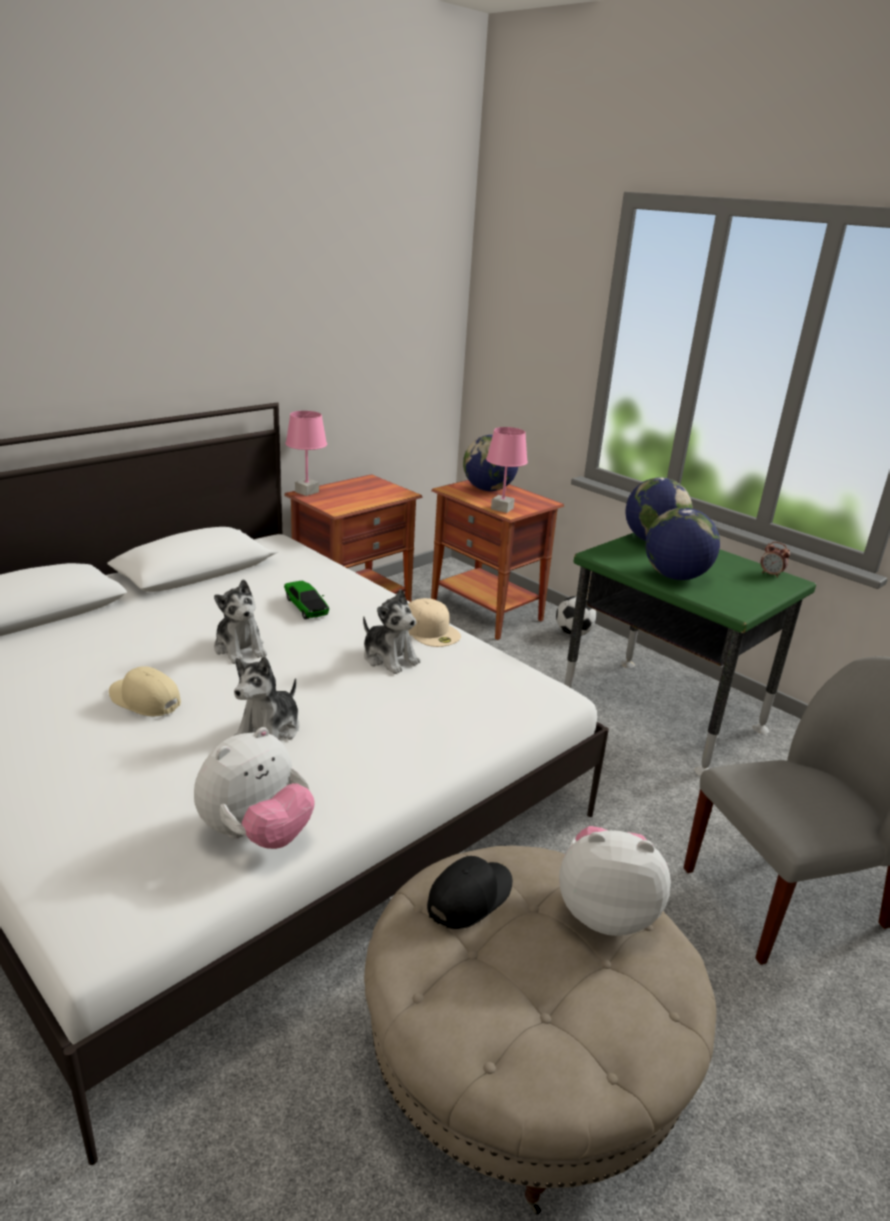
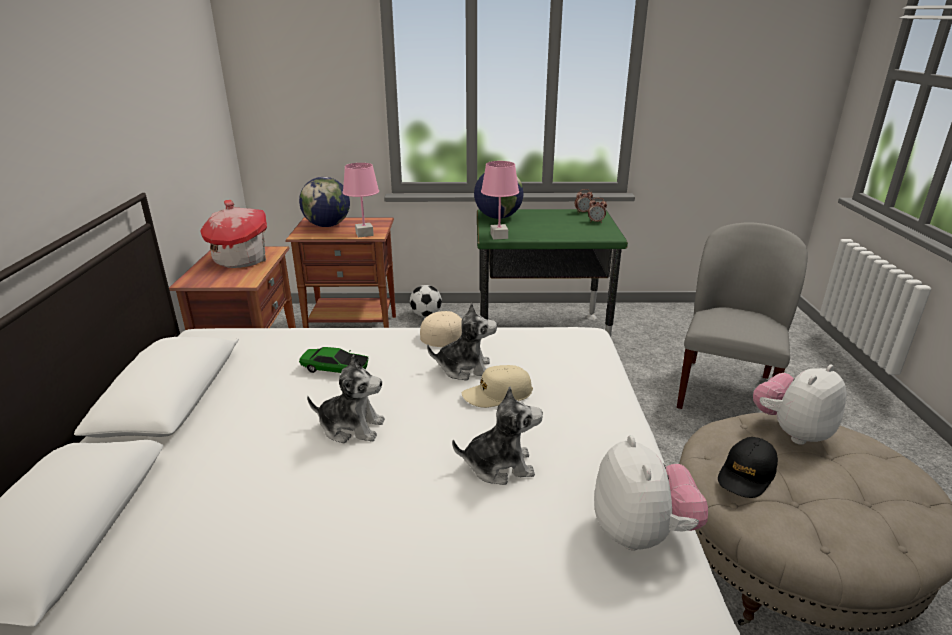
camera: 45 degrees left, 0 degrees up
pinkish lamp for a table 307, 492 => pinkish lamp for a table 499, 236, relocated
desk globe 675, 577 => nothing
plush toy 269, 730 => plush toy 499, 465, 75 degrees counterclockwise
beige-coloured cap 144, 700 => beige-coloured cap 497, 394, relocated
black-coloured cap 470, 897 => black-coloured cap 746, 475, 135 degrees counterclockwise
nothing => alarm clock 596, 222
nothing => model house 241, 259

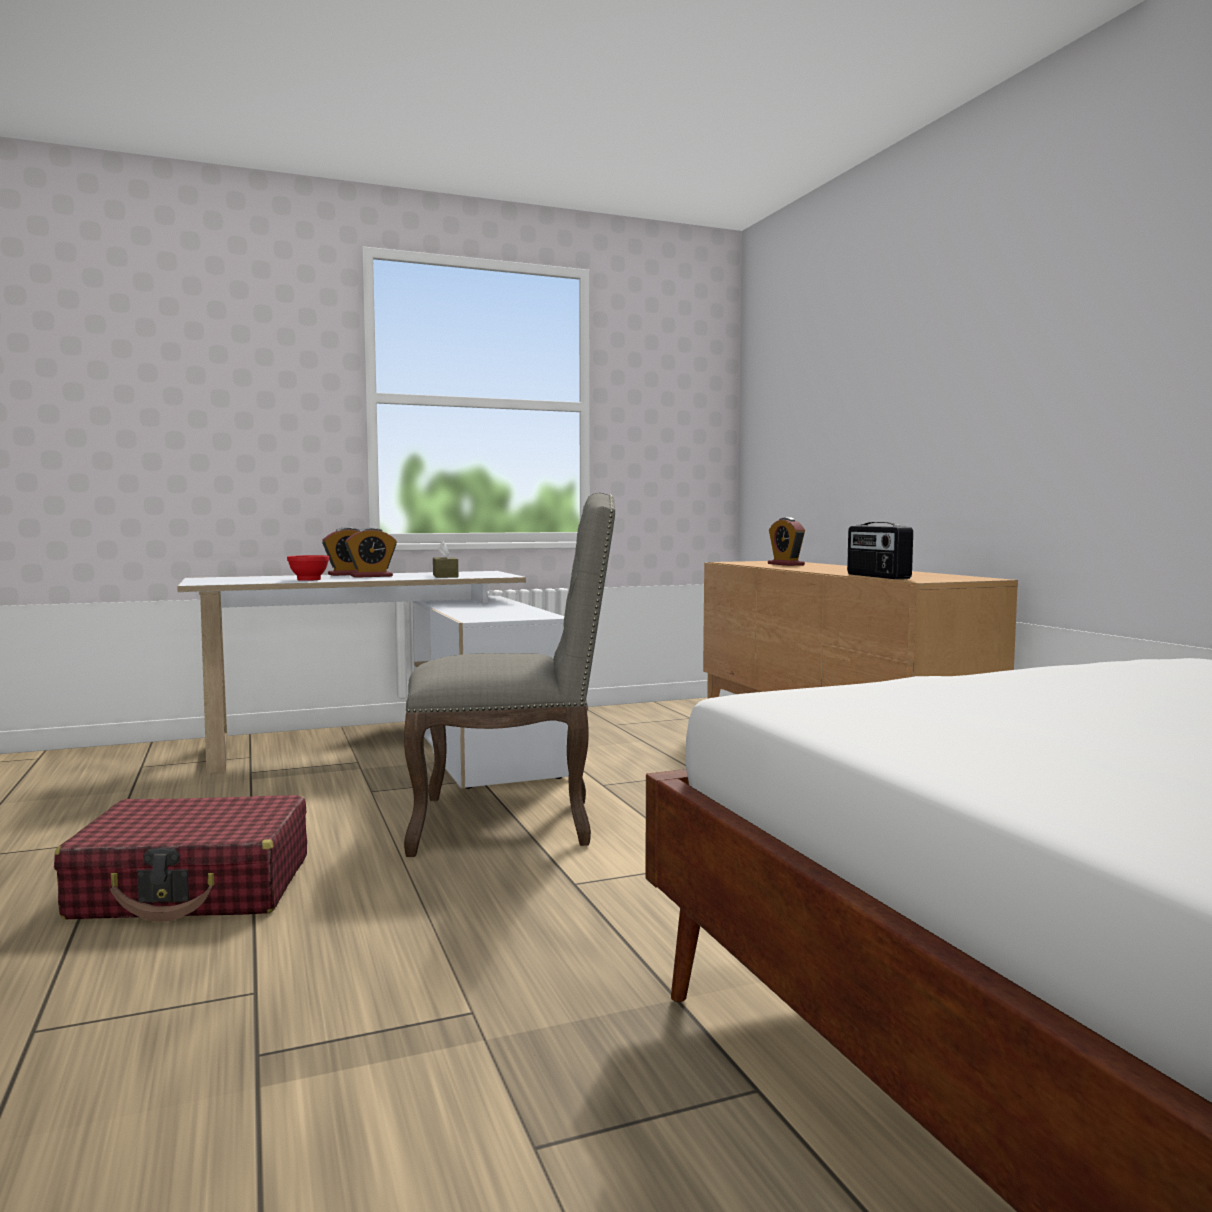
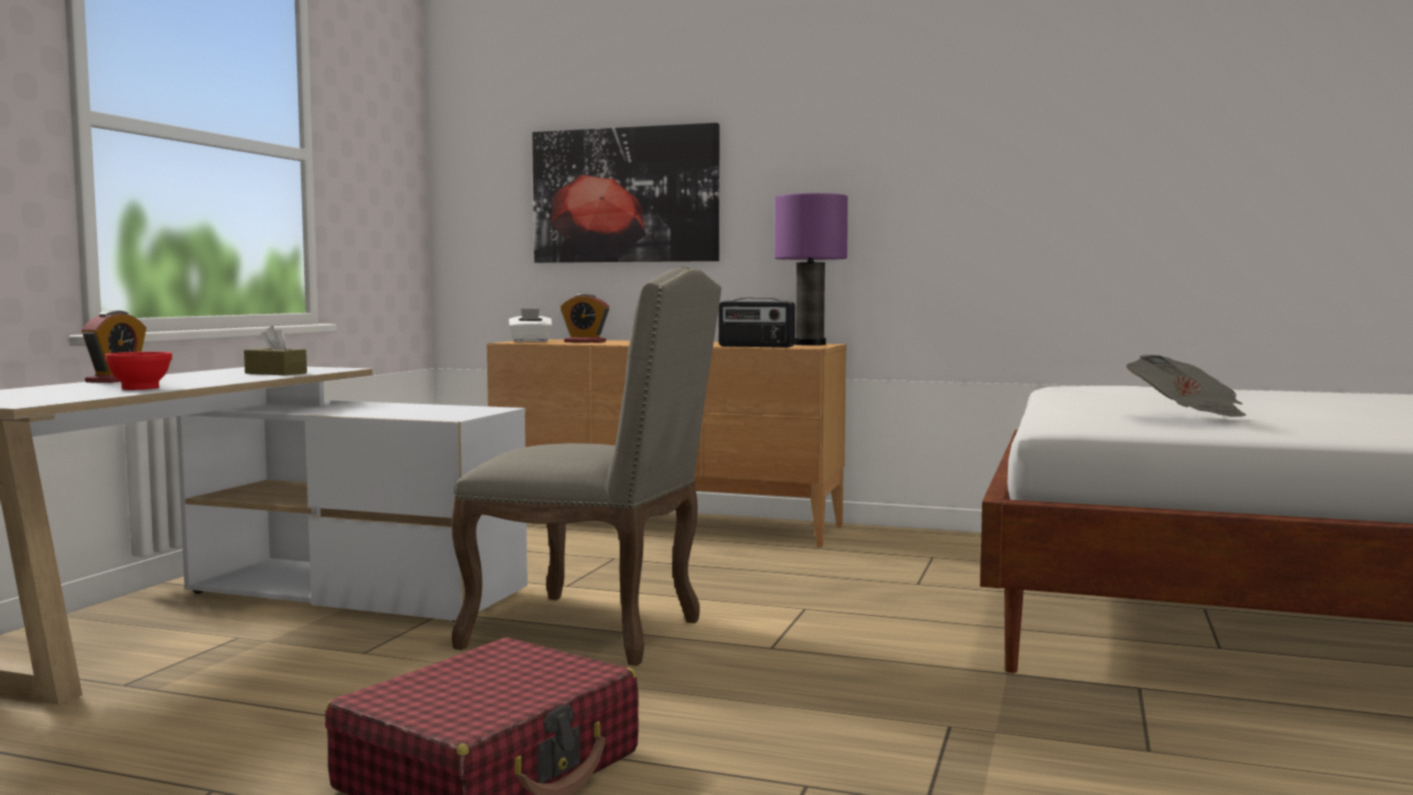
camera: 50 degrees left, 0 degrees up
greyish upright chair 509, 823 => greyish upright chair 591, 632, 75 degrees clockwise
alarm clock 371, 576 => nothing
nothing => picture 625, 195
nothing => purplish lamp for a table 809, 344
nothing => white box of tissues 530, 341
nothing => daily paper 1188, 418

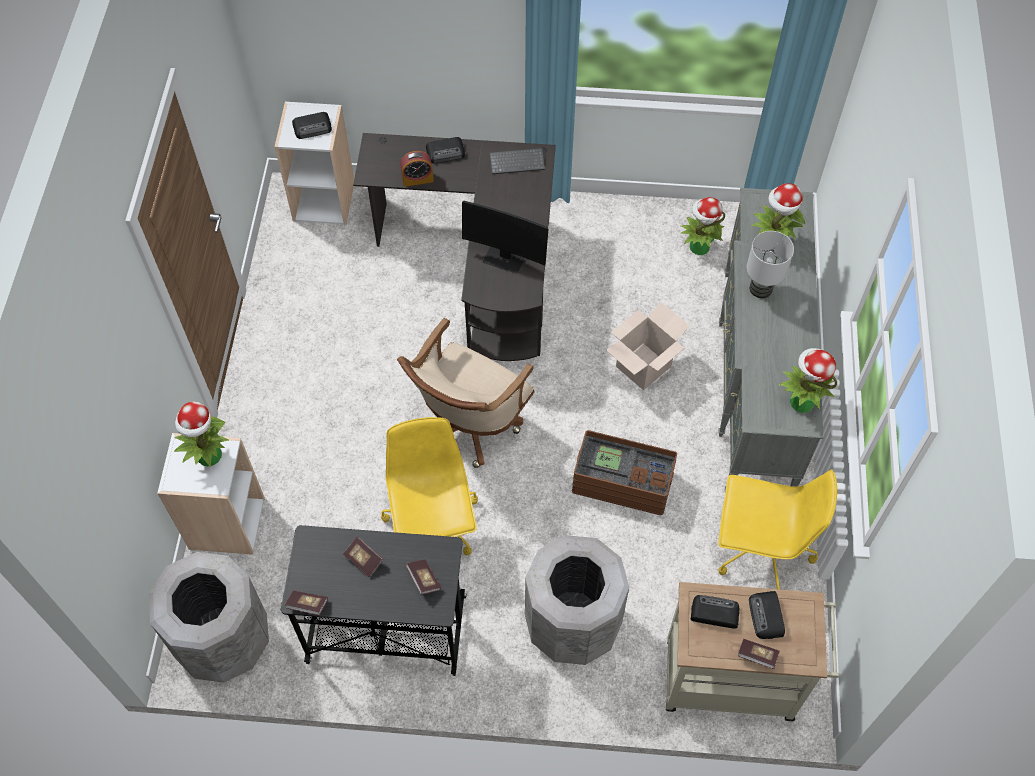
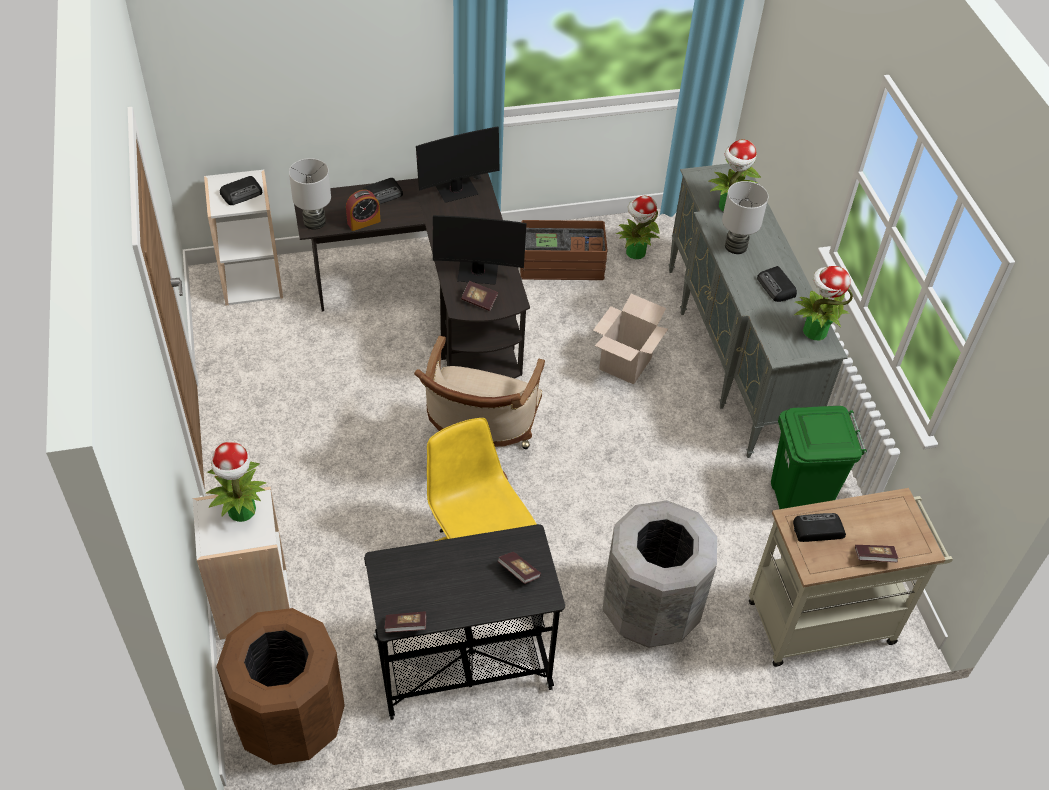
camera: 20 degrees left, 10 degrees down
PC keyboard 517, 161 => computer display 456, 190
brownish storage container 623, 481 => brownish storage container 561, 263, relocated
yellow office chair 758, 552 => green-coloured trash can 799, 501
bound book 364, 560 => bound book 479, 301, relocated
greyish trash can 223, 640 => brownish trash can 290, 721
radio set 766, 617 => radio set 776, 287, relocated
nothing => greyish lamp for a table 315, 222

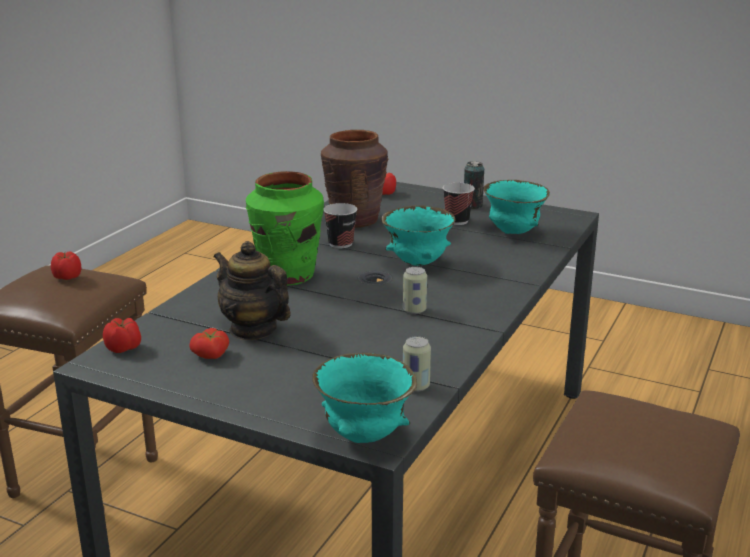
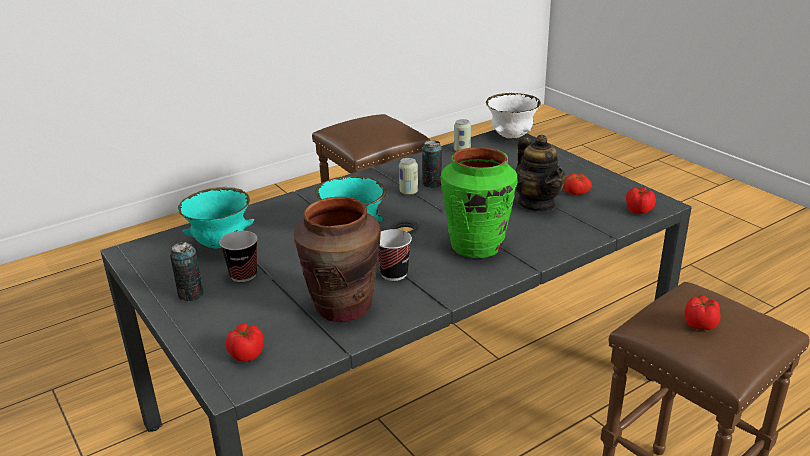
camera: 150 degrees left, 5 degrees up
blue-green bowl 364, 437 => white bowl 511, 137
nothing => can 432, 184

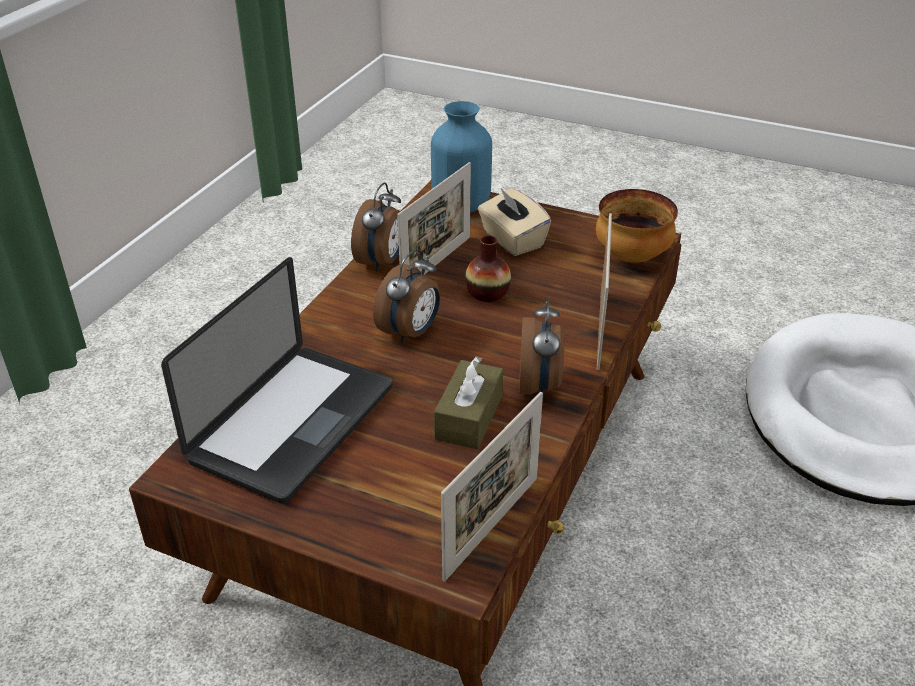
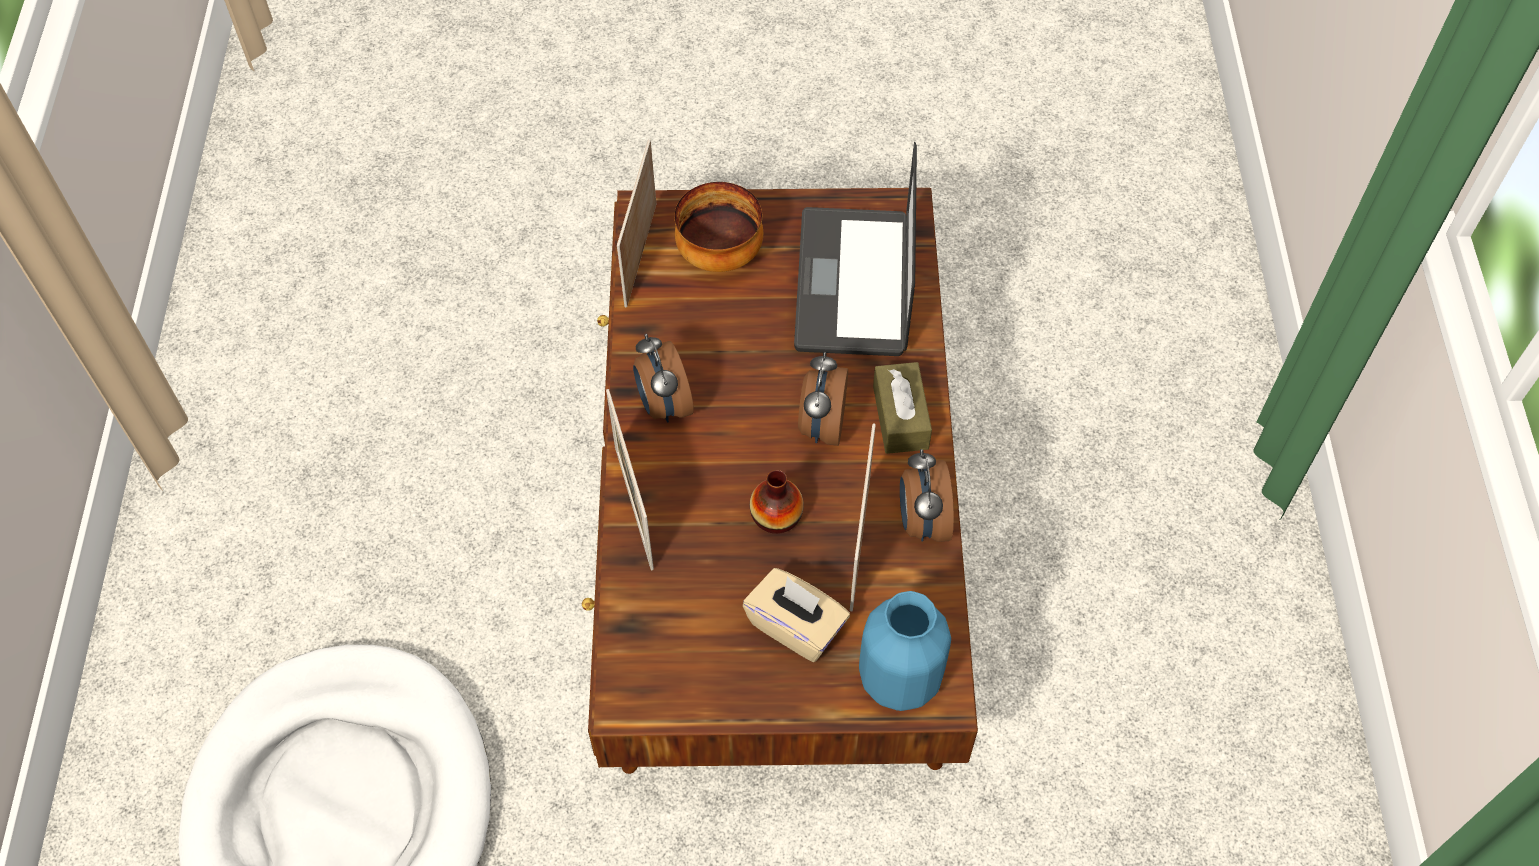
camera: 155 degrees right, 20 degrees up
bowl 630, 257 => bowl 721, 255, relocated
brownish box of tissues 469, 417 => brownish box of tissues 900, 417, relocated

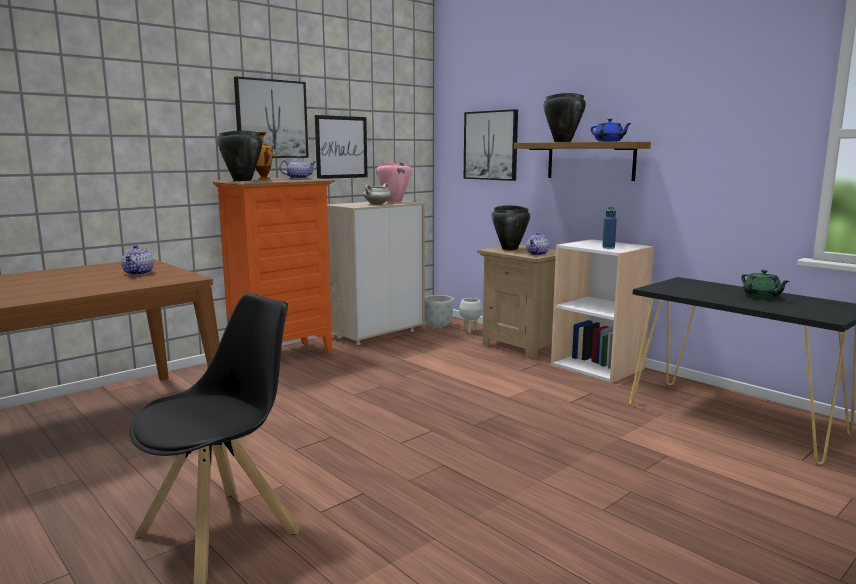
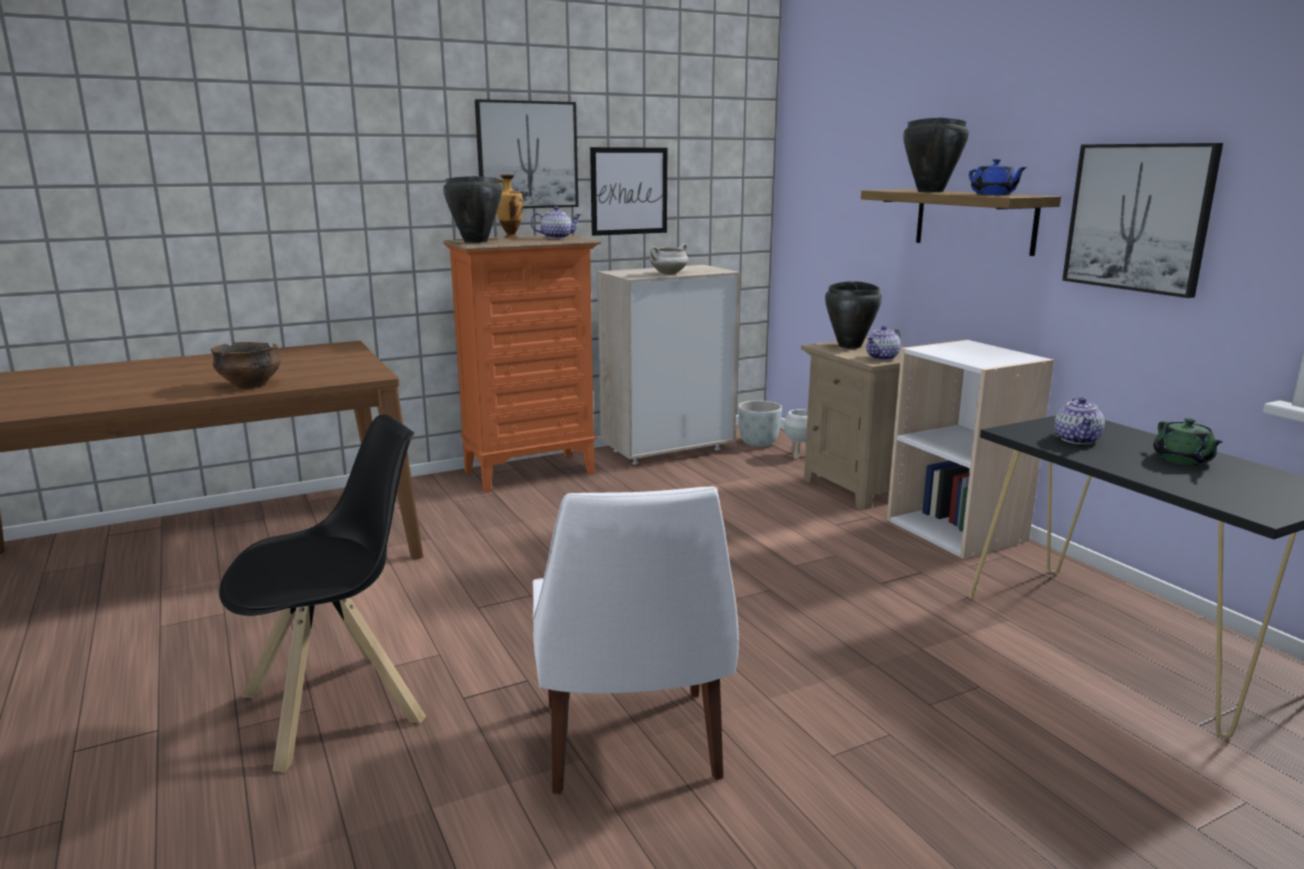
camera: 15 degrees right, 5 degrees up
picture 491, 145 => picture 1139, 217, relocated
pinkish cooking pot 394, 202 => nothing
bluish beverage bottle 608, 248 => nothing
tea pot 139, 273 => tea pot 1077, 440, relocated
nothing => bowl 250, 385
nothing => white upright chair 631, 745

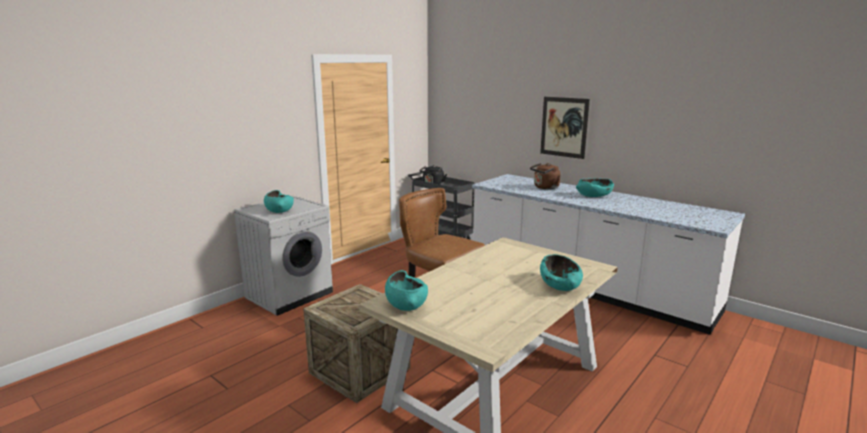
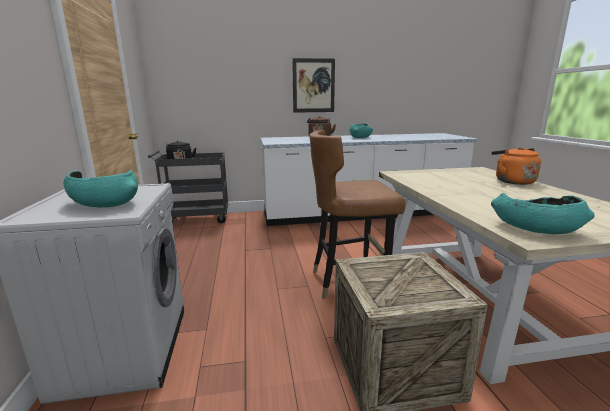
camera: 50 degrees left, 0 degrees up
blue-green bowl 560, 285 => orange kettle 512, 181

